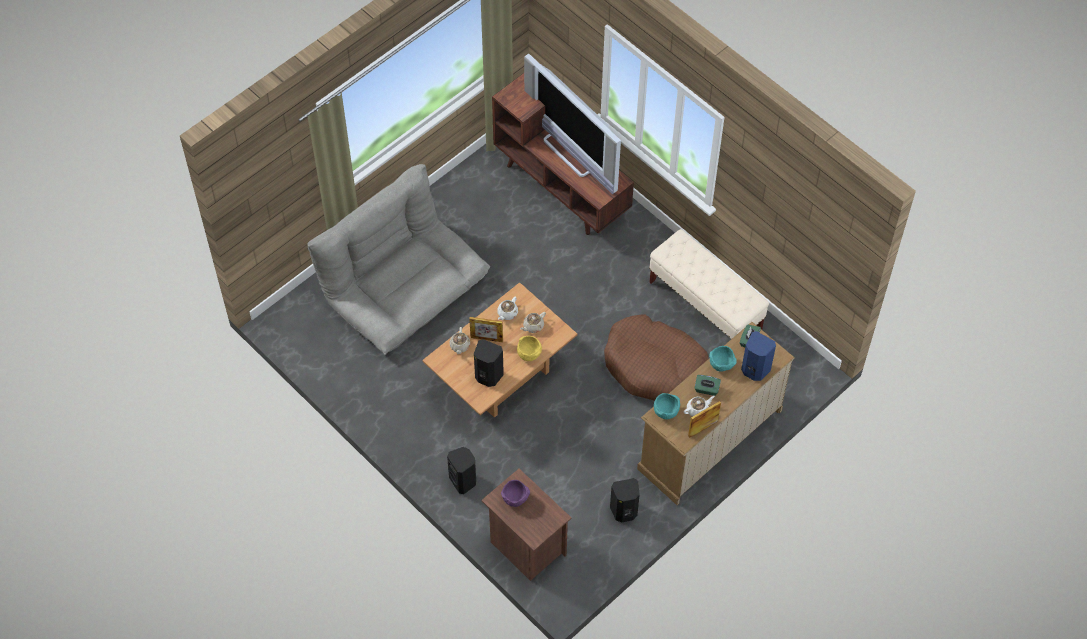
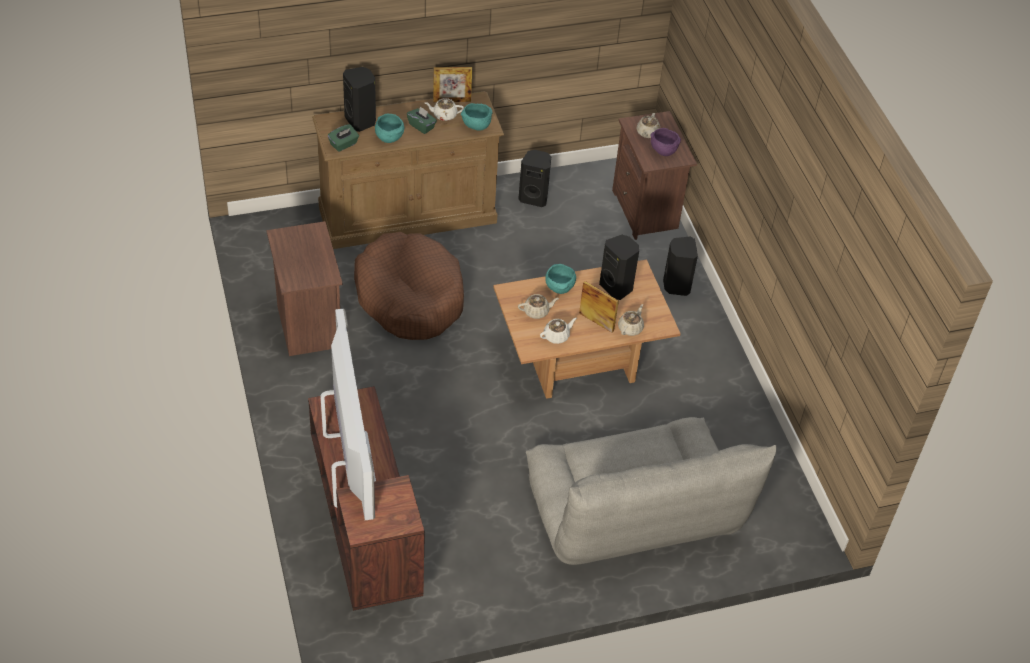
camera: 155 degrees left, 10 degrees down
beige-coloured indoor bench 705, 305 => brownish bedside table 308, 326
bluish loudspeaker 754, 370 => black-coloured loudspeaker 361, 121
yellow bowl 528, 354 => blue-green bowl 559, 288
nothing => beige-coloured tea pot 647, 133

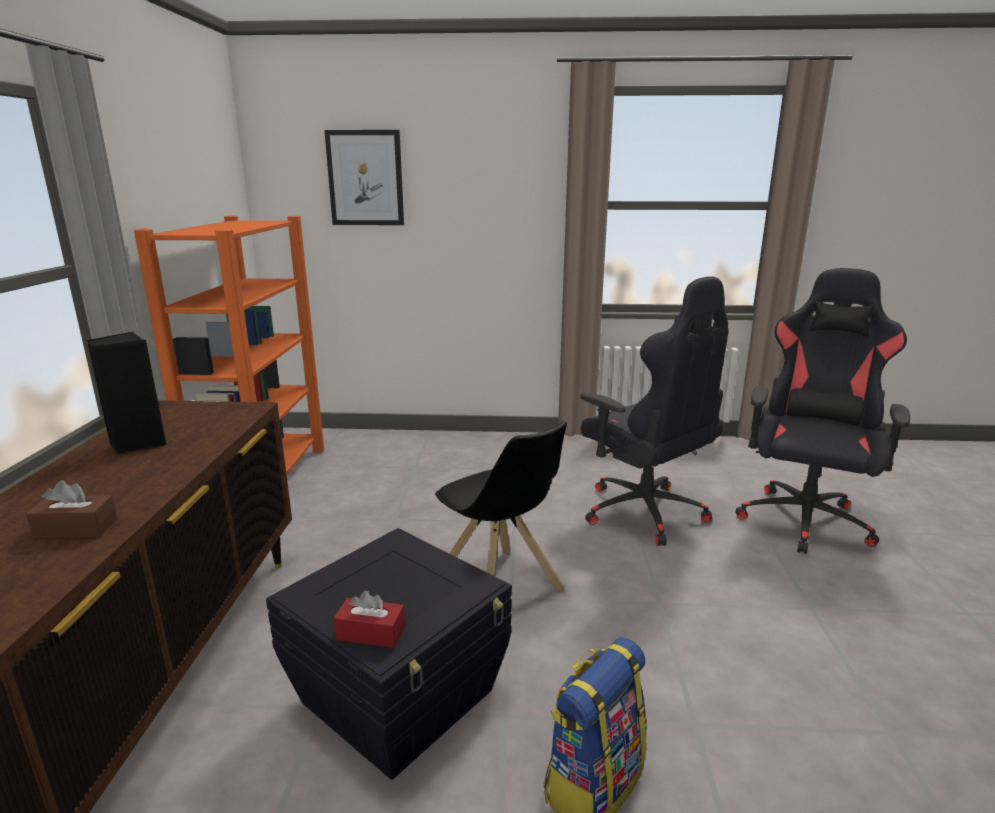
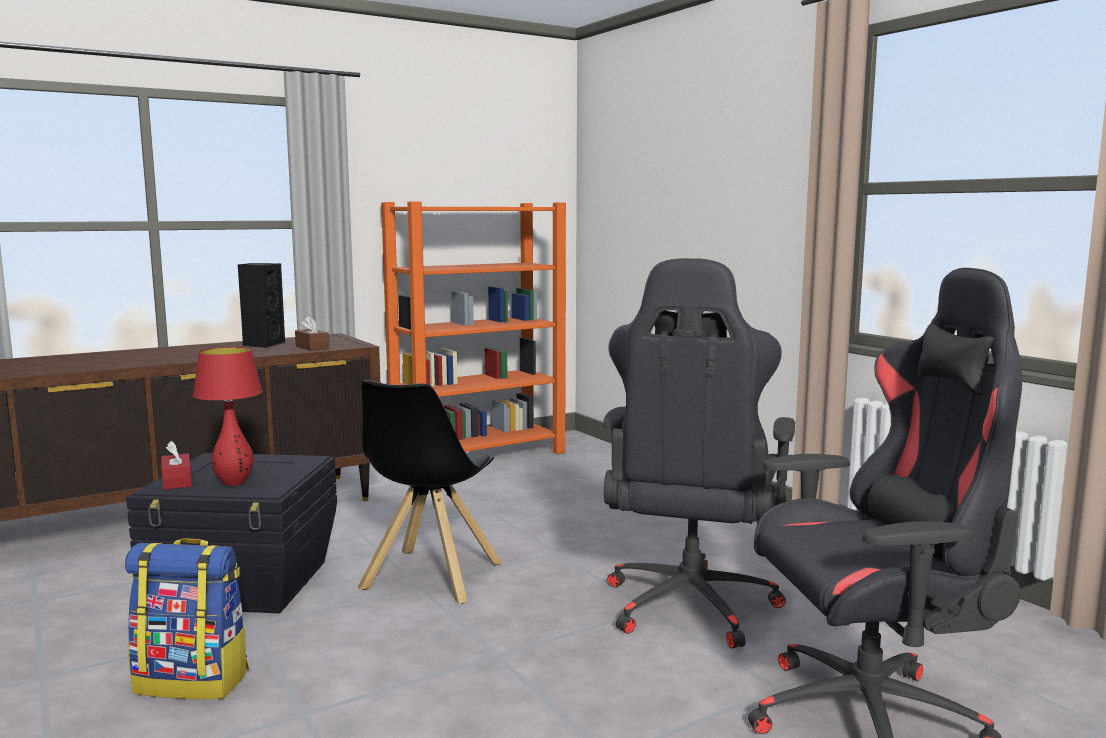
camera: 55 degrees right, 10 degrees down
picture 365, 178 => nothing
brownish box of tissues 76, 529 => brownish box of tissues 312, 347, relocated
nothing => reddish lamp for a table 234, 483

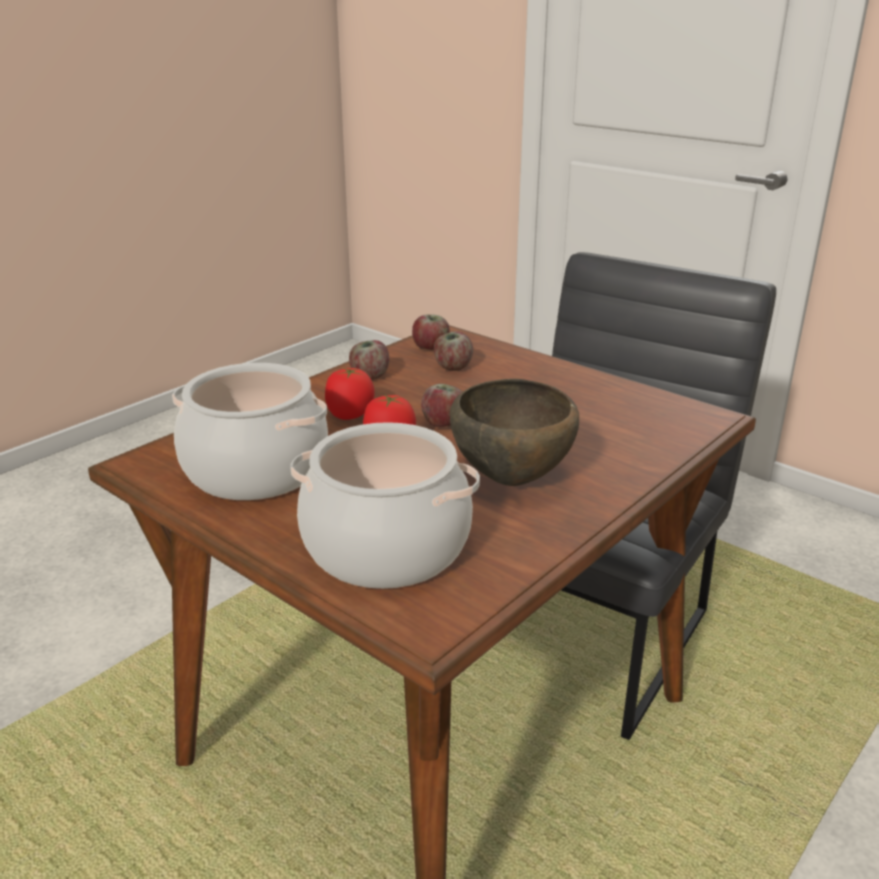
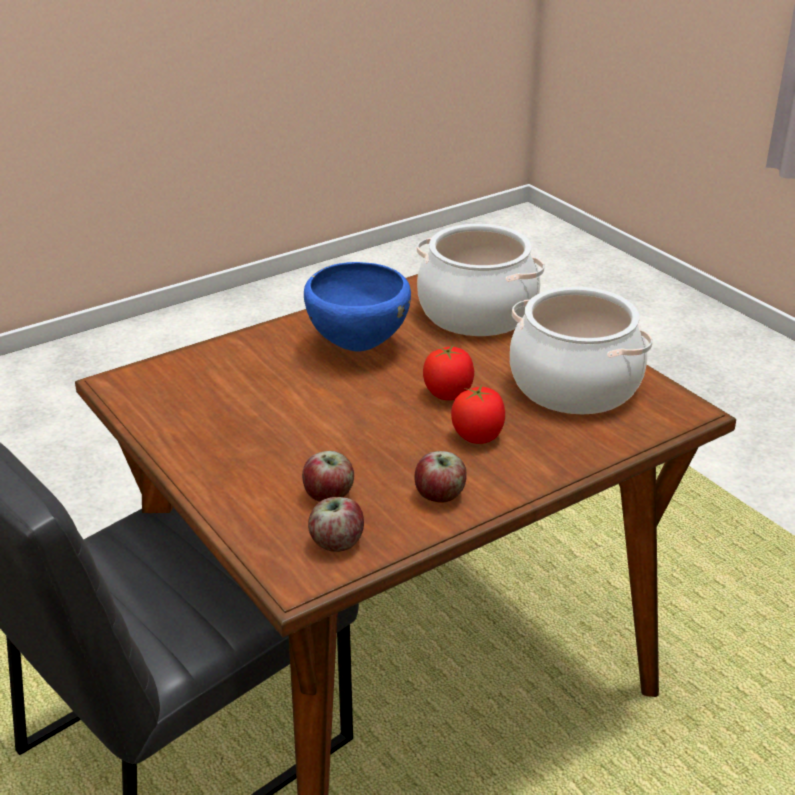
camera: 165 degrees left, 5 degrees up
brownish bowl 513, 480 => bluish bowl 357, 346
apple fruit 444, 423 => nothing

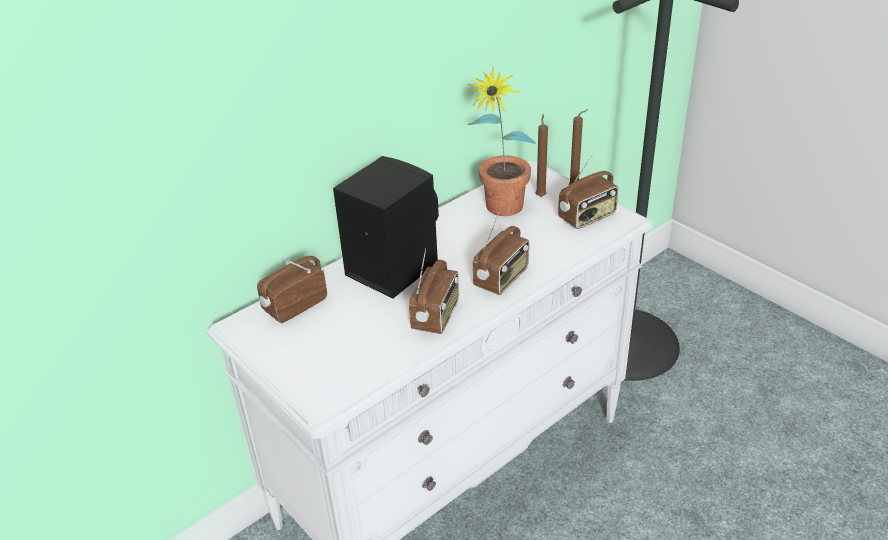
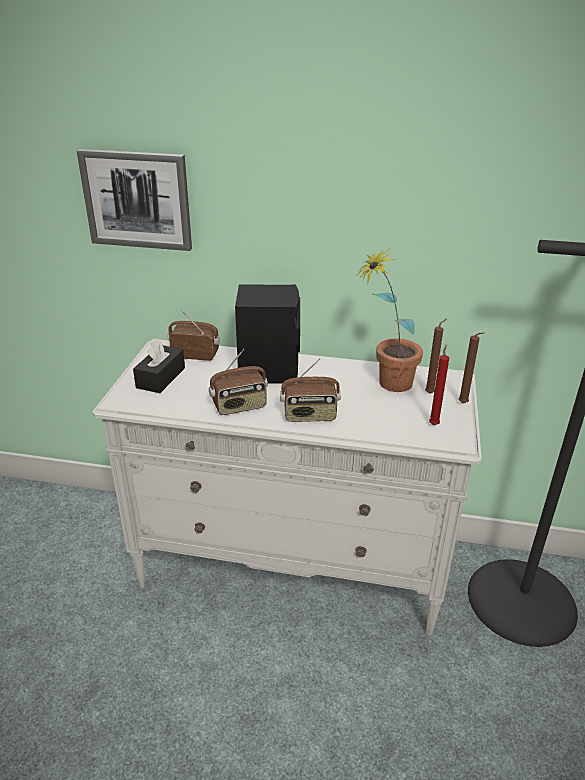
camera: 50 degrees right, 5 degrees down
radio set 587, 217 => reddish wax light 434, 424
nothing => picture 137, 200
nothing => black-coloured box of tissues 161, 378

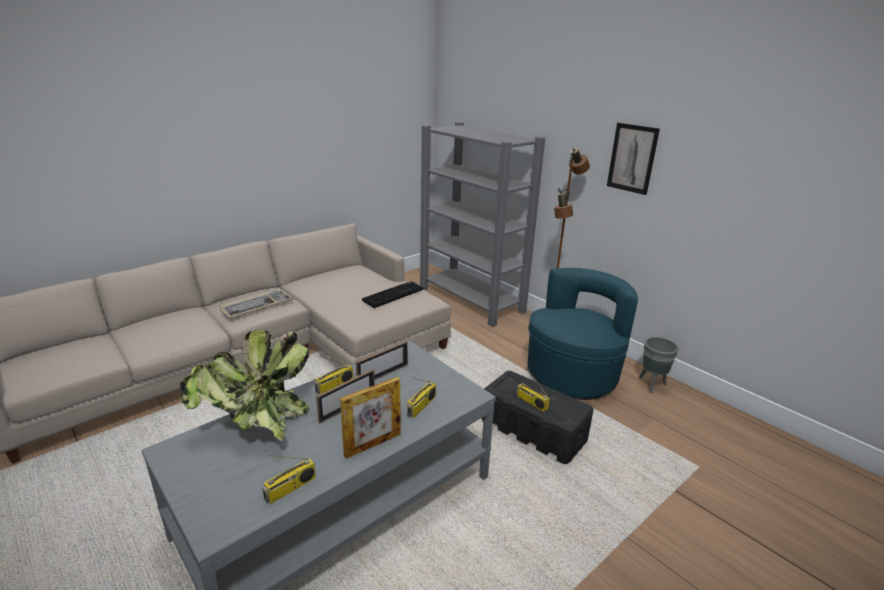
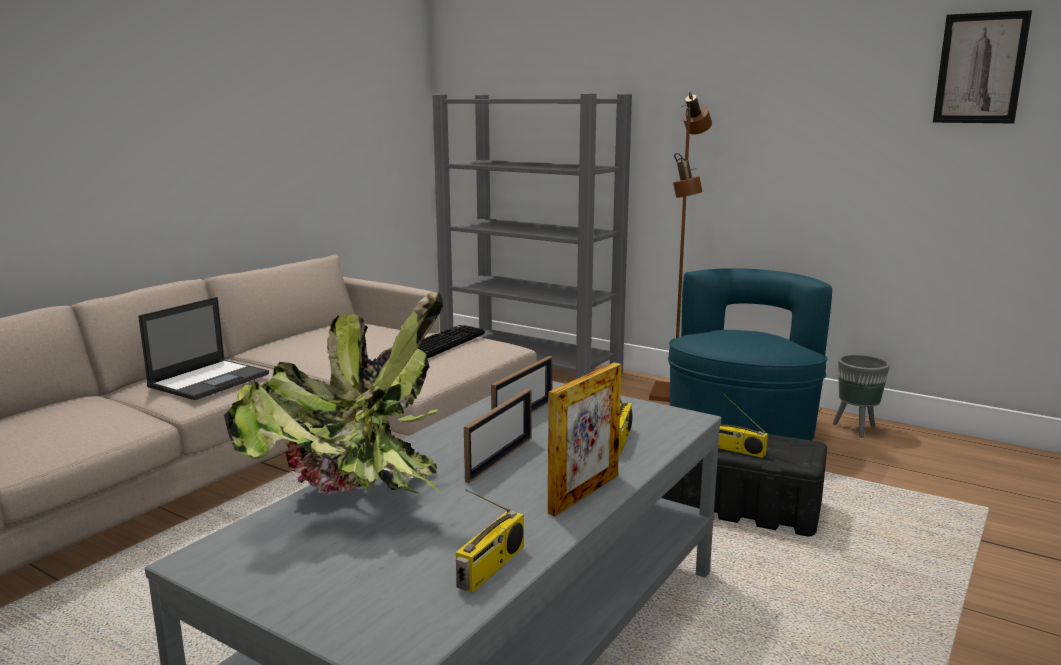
camera: 15 degrees left, 10 degrees down
picture 632, 158 => picture 980, 68, relocated
PC keyboard 257, 305 => notebook computer 210, 380
radio set 334, 386 => nothing

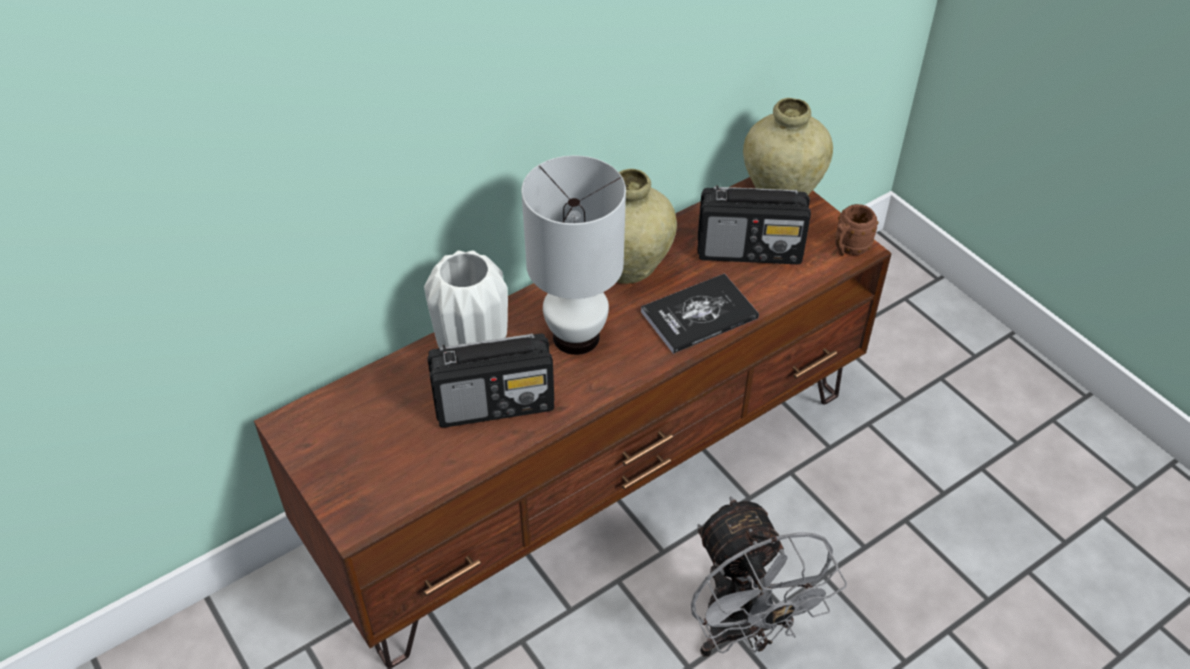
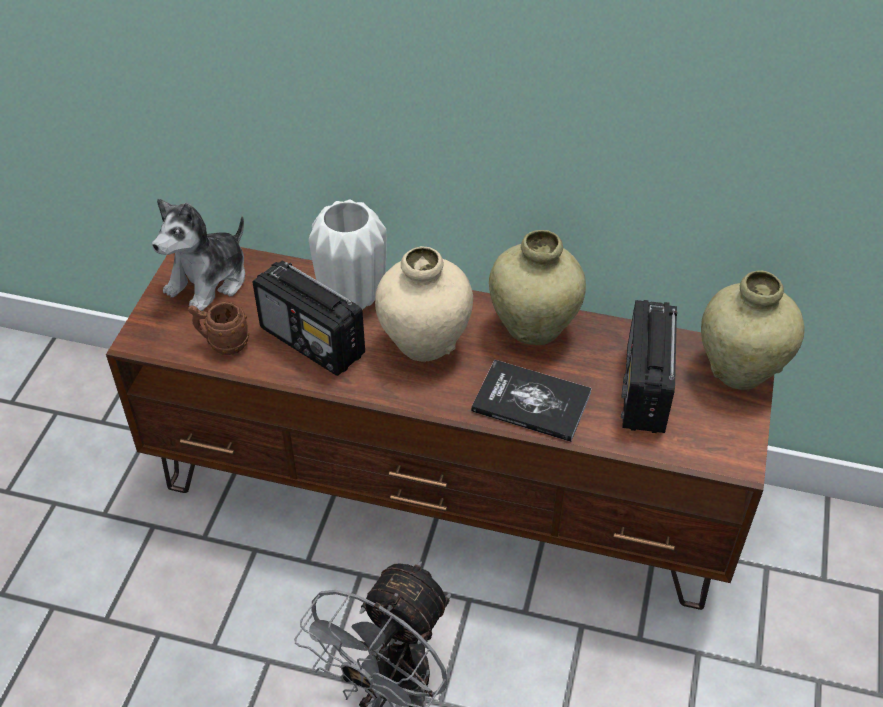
camera: 50 degrees right, 0 degrees up
white lamp for a table 575, 337 => beige-coloured decorative vase 424, 343
radio set 750, 250 => radio set 644, 391, 45 degrees clockwise
brownish mug 848, 248 => brownish mug 222, 343, relocated
nothing => plush toy 209, 281

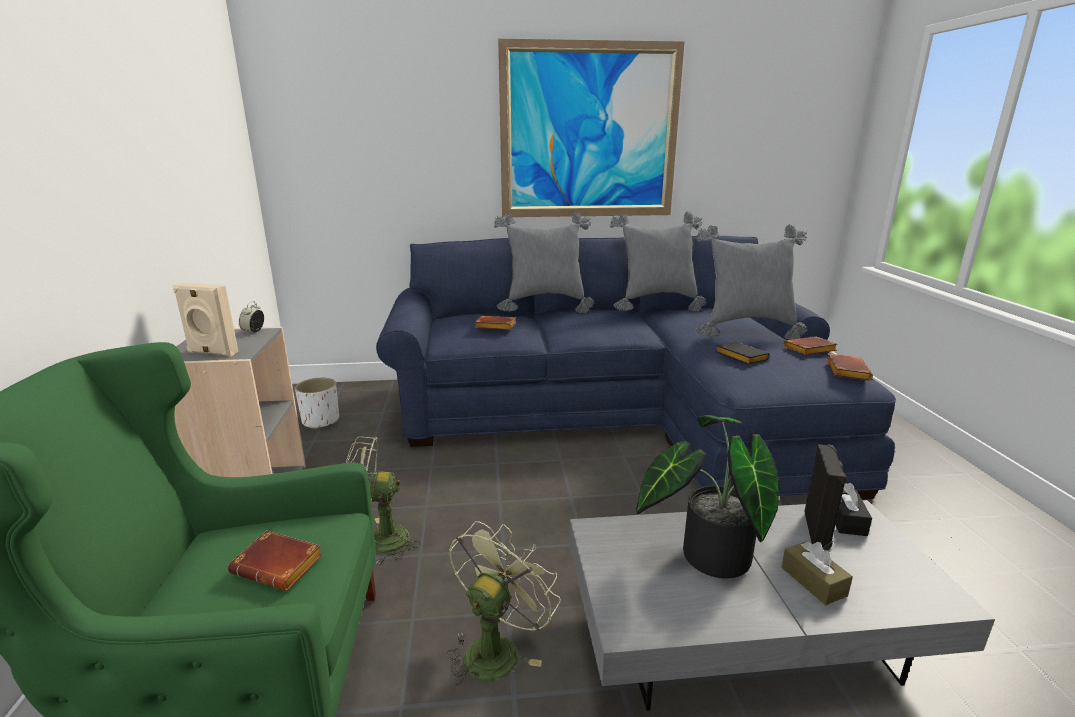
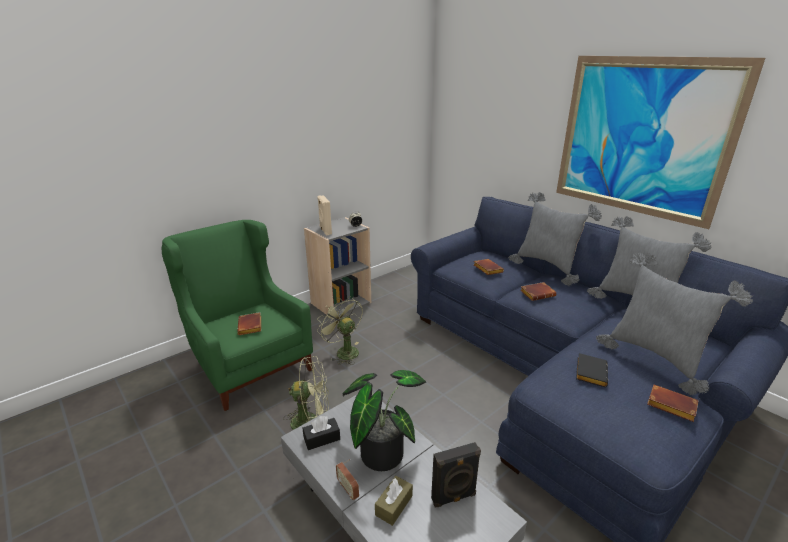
camera: 55 degrees right, 5 degrees up
brownish bound book 845, 371 => brownish bound book 537, 293, relocated
white flower pot 321, 421 => nothing
black-coloured box of tissues 845, 519 => black-coloured box of tissues 322, 439, relocated
nothing => radio set 348, 489

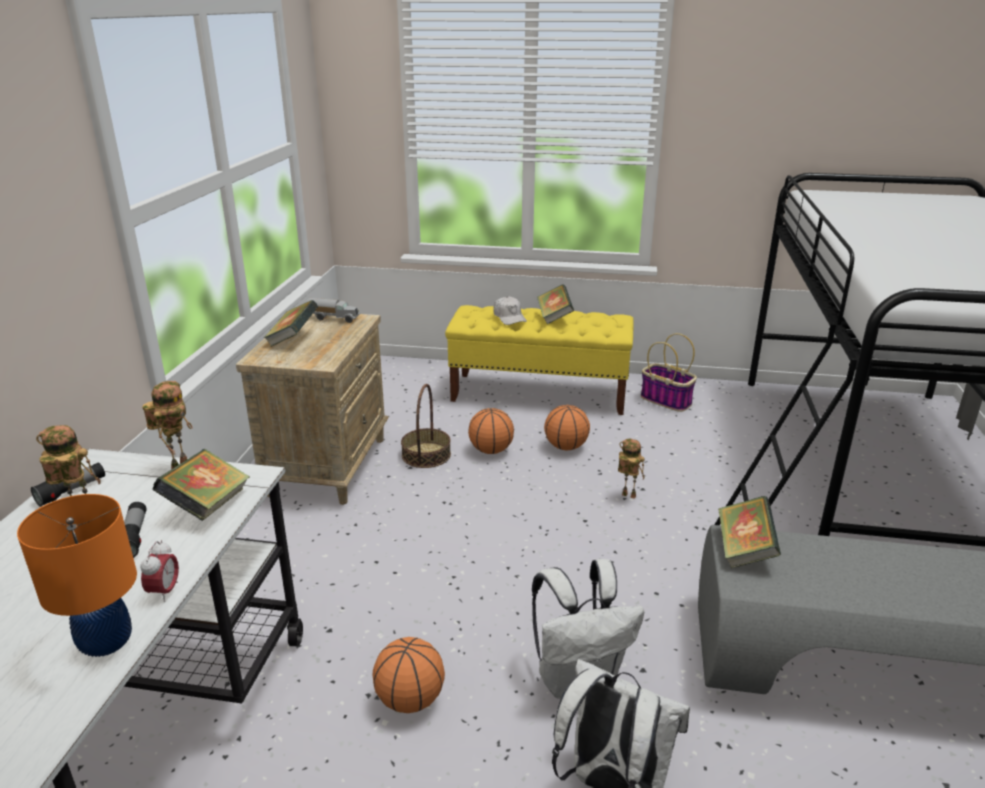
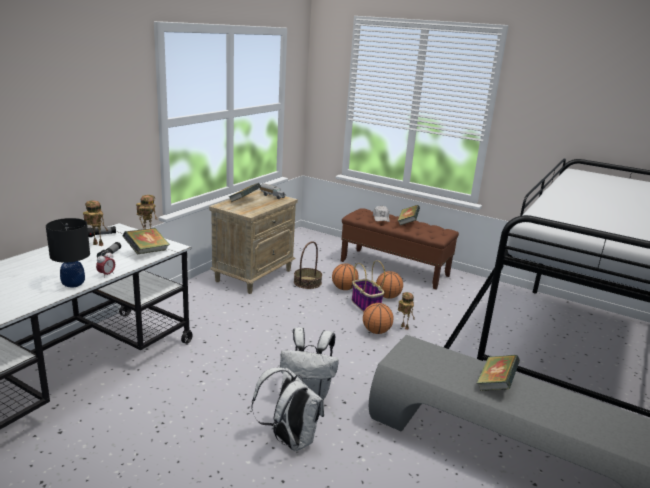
camera: 20 degrees right, 5 degrees down
yellow indoor bench 539, 393 => brownish indoor bench 394, 268
basket 667, 400 => basket 366, 305, relocated
orange lamp for a table 109, 644 => black-coloured lamp for a table 74, 285
bound book 744, 550 => bound book 495, 384, relocated
basketball ball 410, 700 => basketball ball 376, 331, relocated

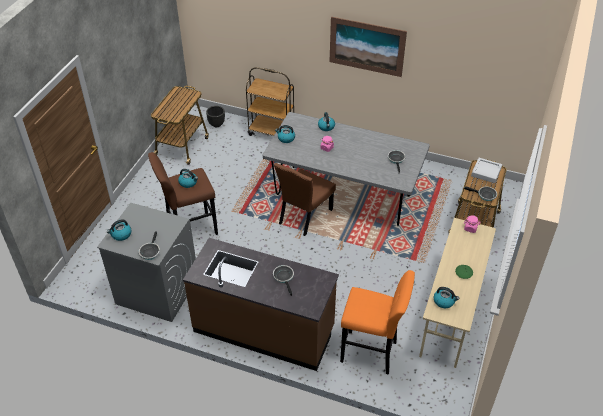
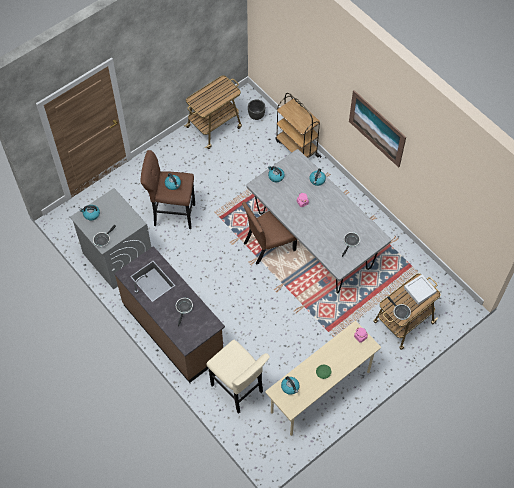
camera: 30 degrees right, 15 degrees up
orange stool 372, 353 => beige-coloured stool 238, 390

